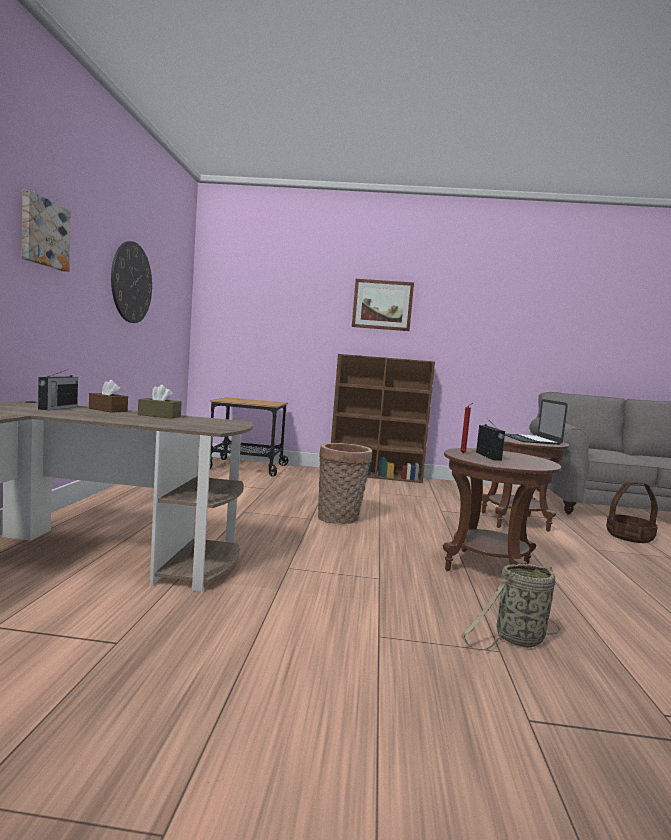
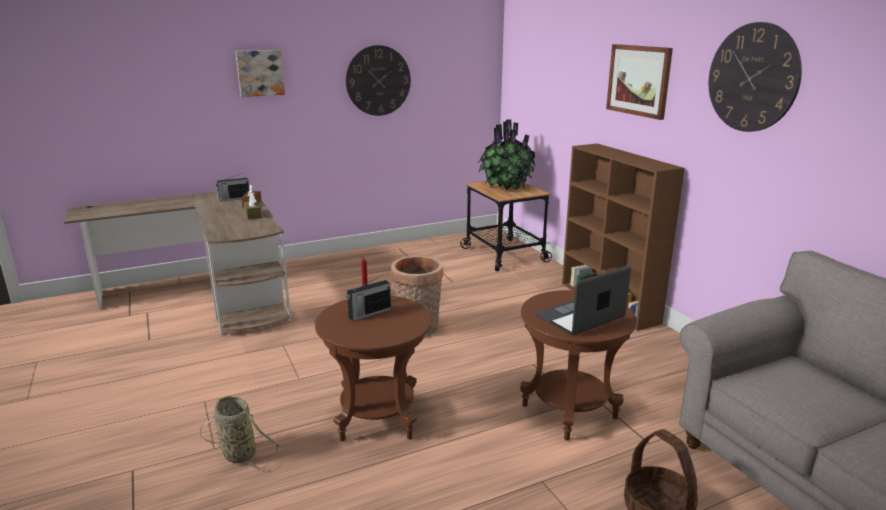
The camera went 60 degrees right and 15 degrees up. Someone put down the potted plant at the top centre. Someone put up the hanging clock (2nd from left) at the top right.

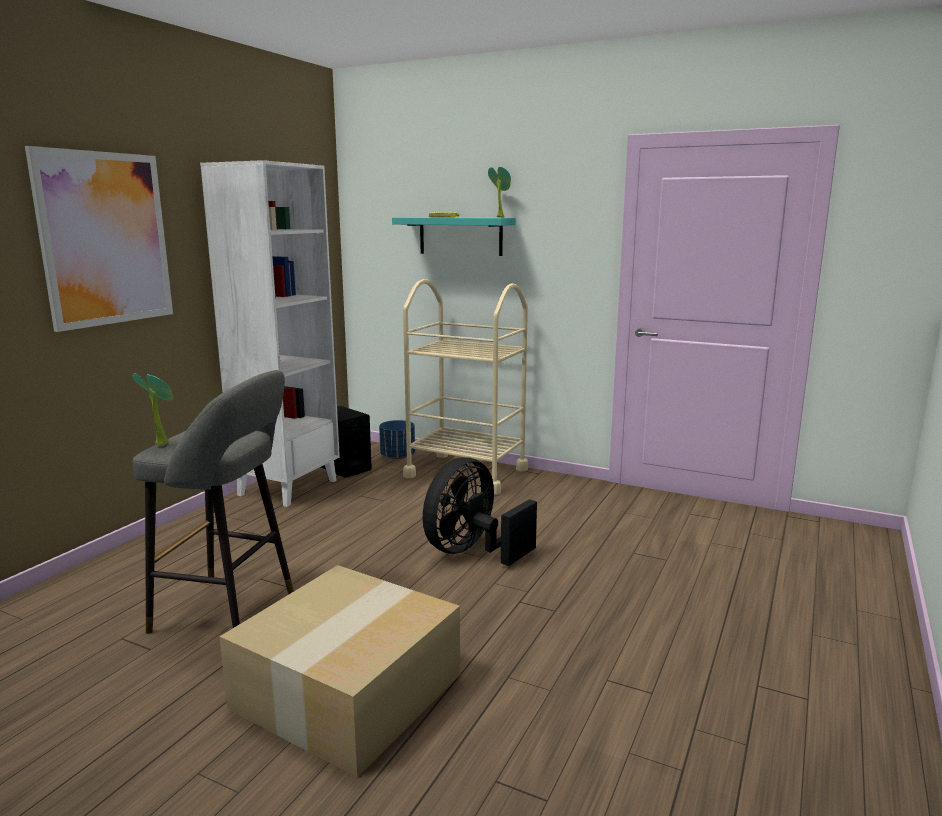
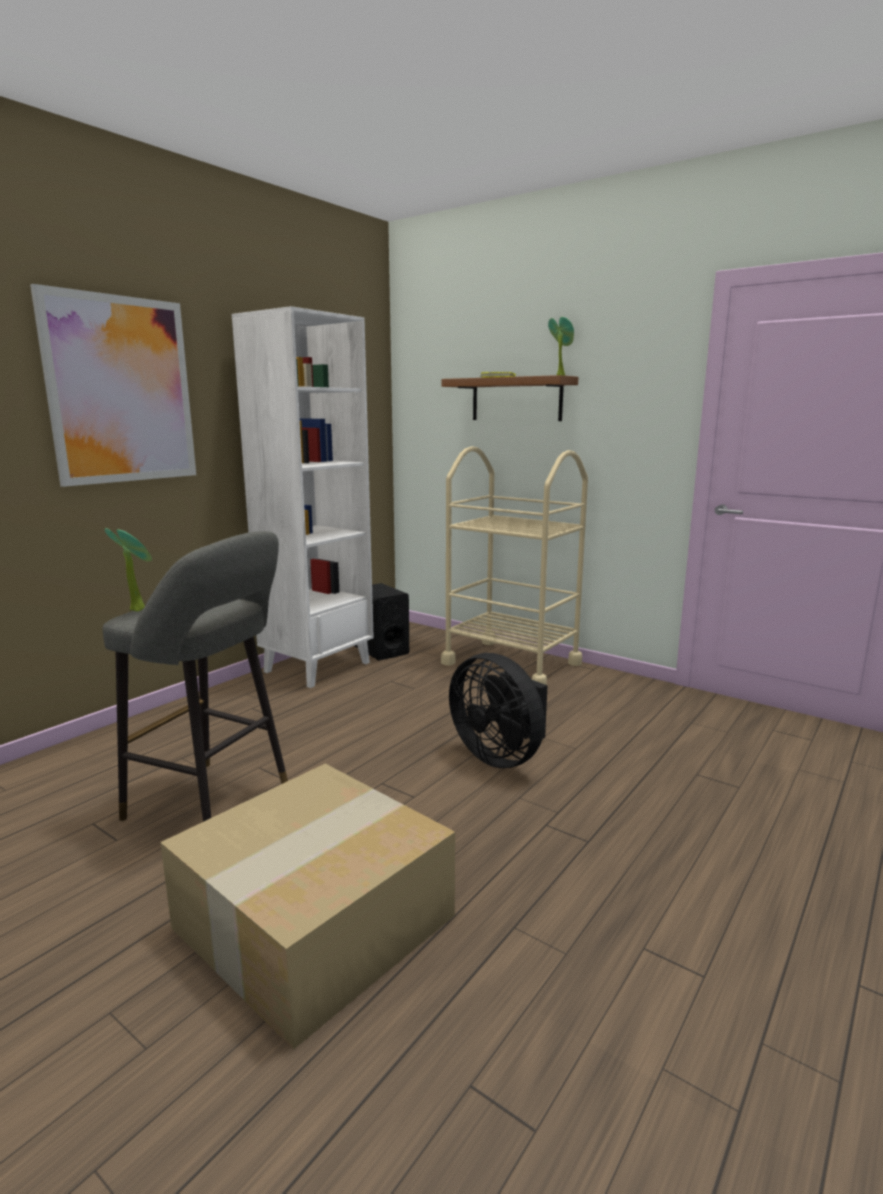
The camera went 10 degrees right and 0 degrees up. Someone took away the blue-coloured planter at the centre. Someone repainted the turquoise shelf at the top centre, which became the brown-coloured shelf at the centre. Someone rotated the black-coloured fan at the centre by 90 degrees counterclockwise.

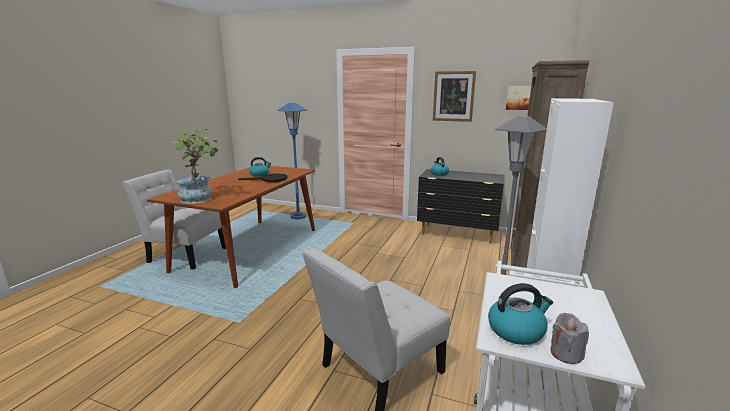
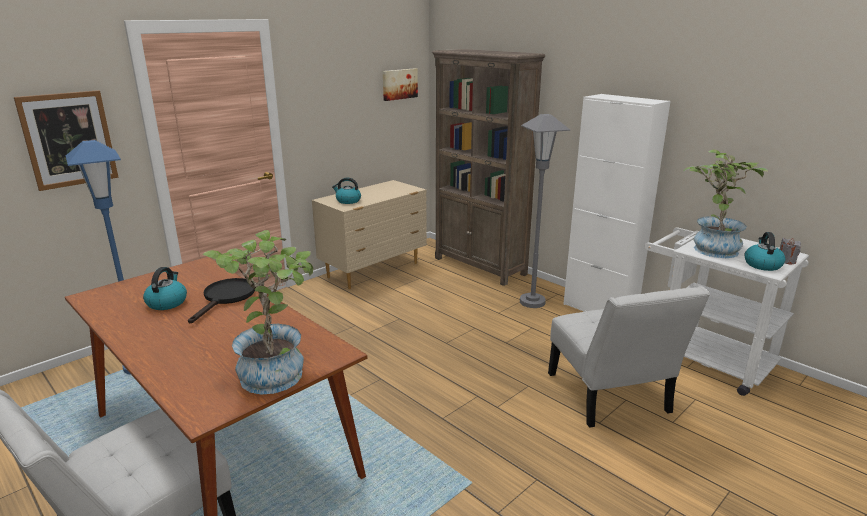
The camera went 65 degrees left and 5 degrees up. Someone put down the potted plant (2nd from left) at the middle right. Someone carried the wall picture (1st from left) from the top centre to the top left. Someone repainted the black-coloured dresser at the centre, which became the beige-coloured dresser at the centre.

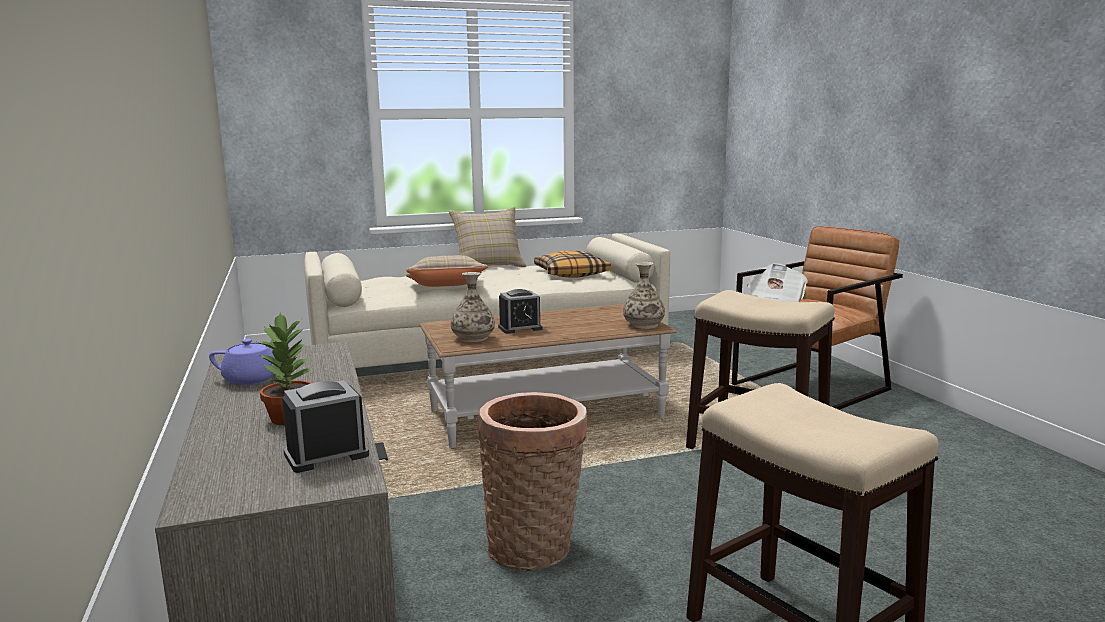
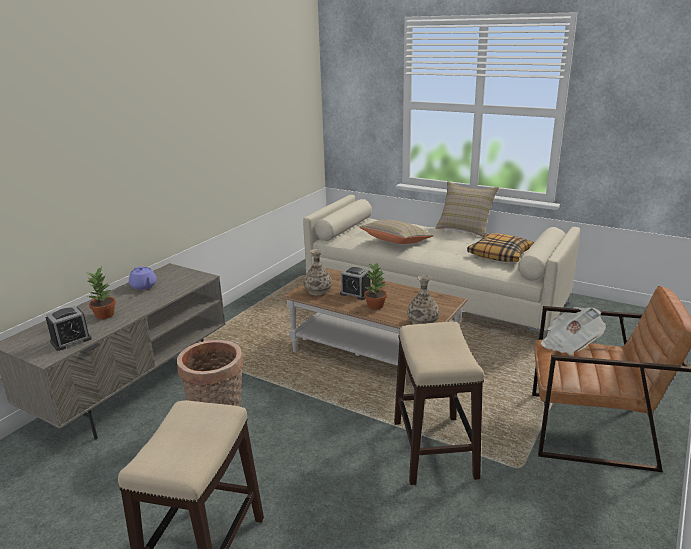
The camera went 50 degrees right and 10 degrees up. Someone put down the potted plant (2nd from left) at the centre. Someone rotated the bedside clock (1st from left) at the bottom left by 120 degrees clockwise.

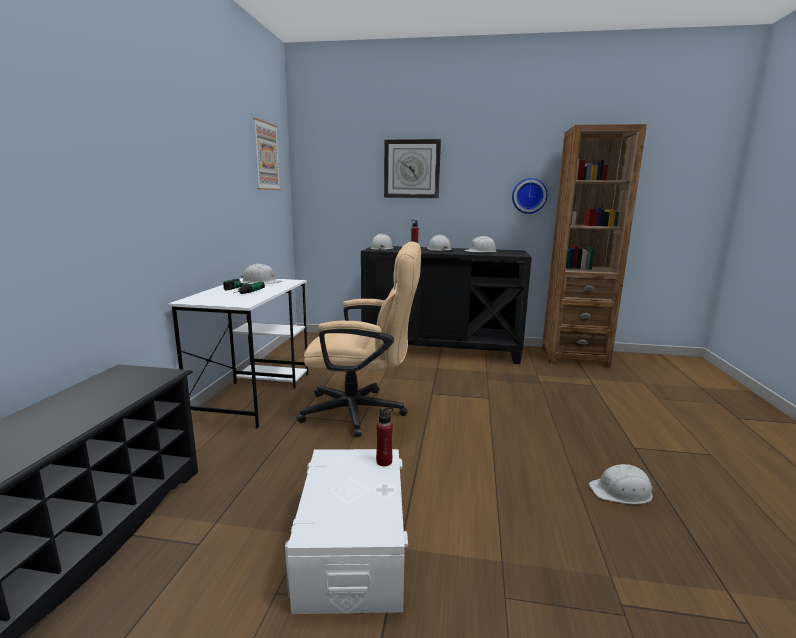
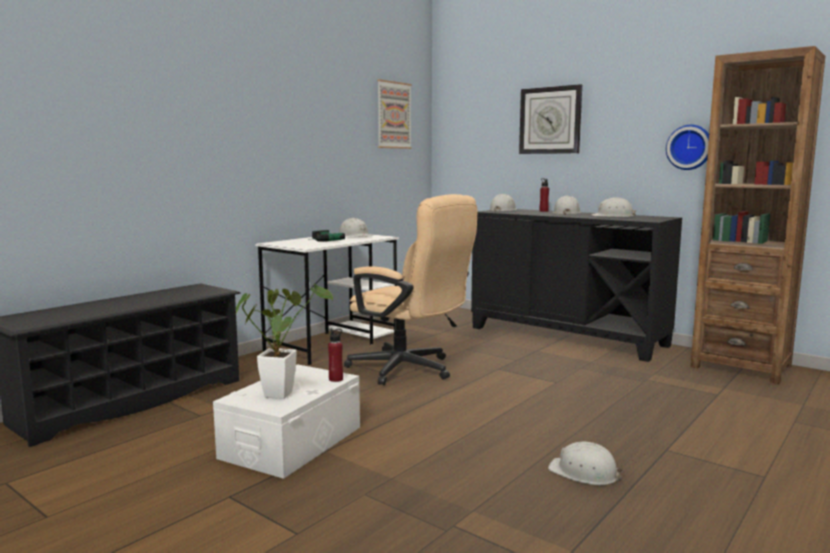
The camera went 30 degrees right and 5 degrees down. Someone put down the potted plant at the centre.

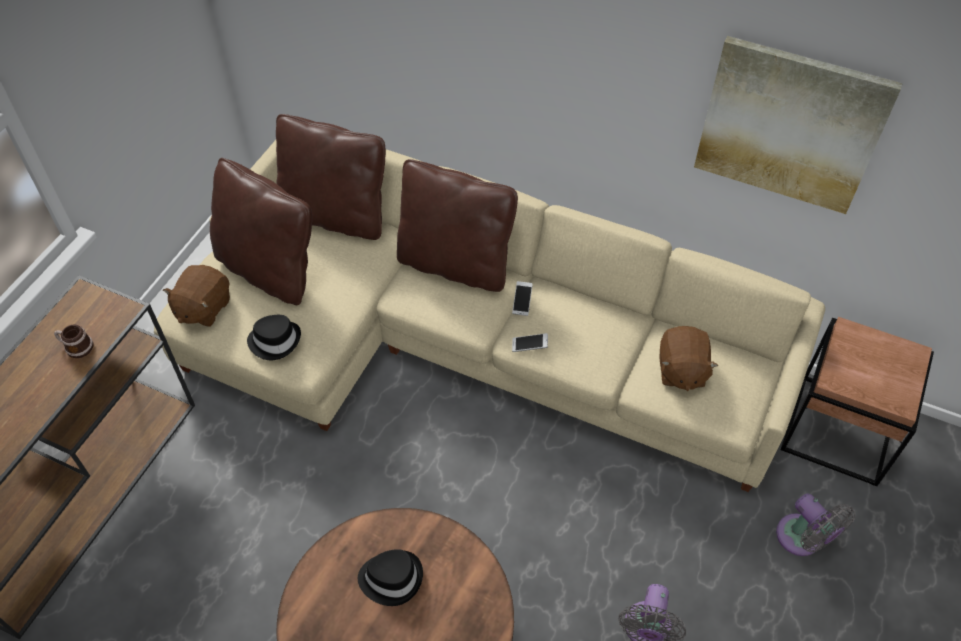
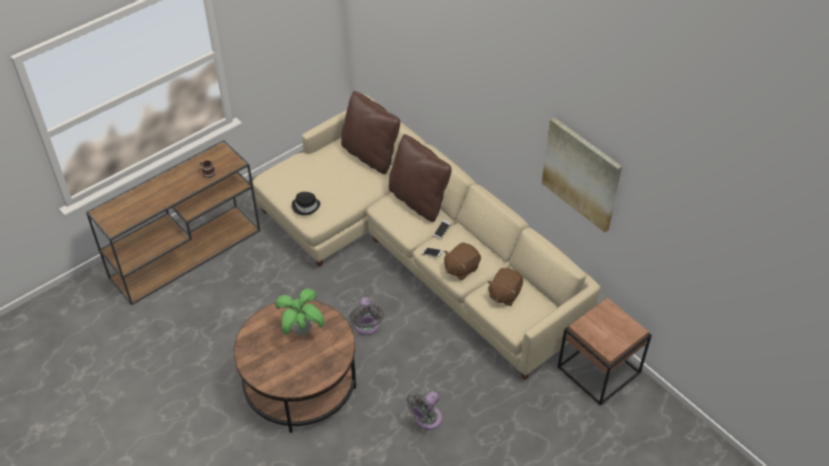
The camera went 25 degrees right and 5 degrees down. Someone took away the brown-coloured throw pillow (1st from left) at the middle left. Someone carried the brown-coloured soft toy (1st from left) from the middle left to the centre. Someone carried the grey fan (2nd from left in the first image) from the bottom right to the bottom centre. Someone swapped the black-coloured clothing hat (2nd from left) at the bottom centre for the potted plant at the bottom centre.

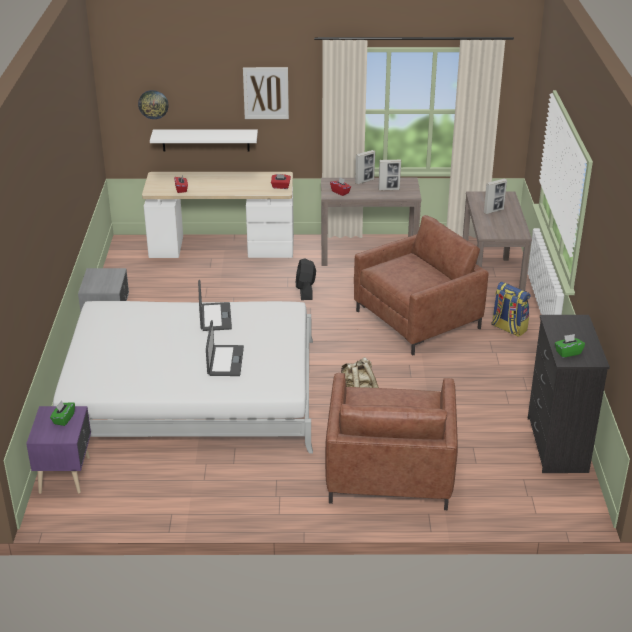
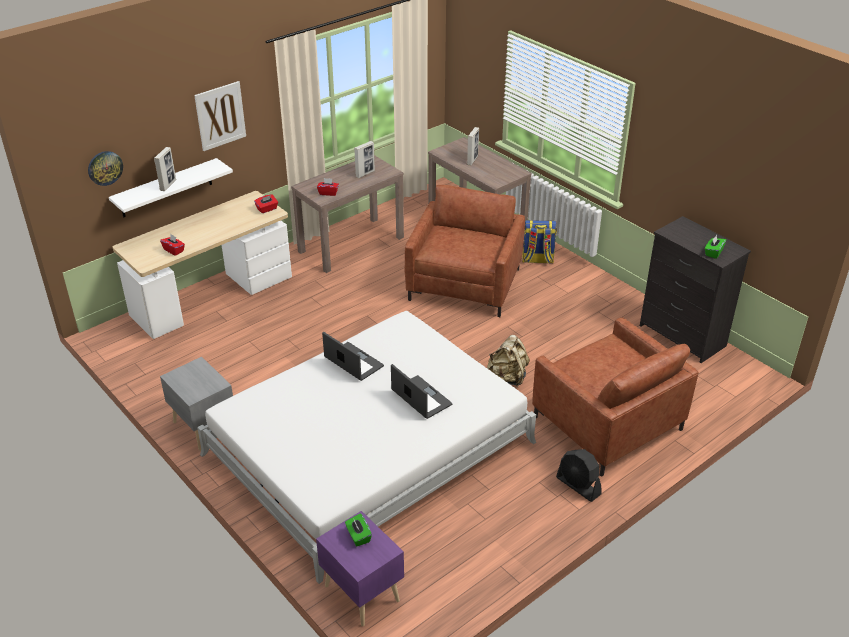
The camera went 40 degrees left and 5 degrees up. Someone carried the black-coloured fan from the centre to the bottom right. Someone carried the picture frame (1st from left) from the top centre to the top left.

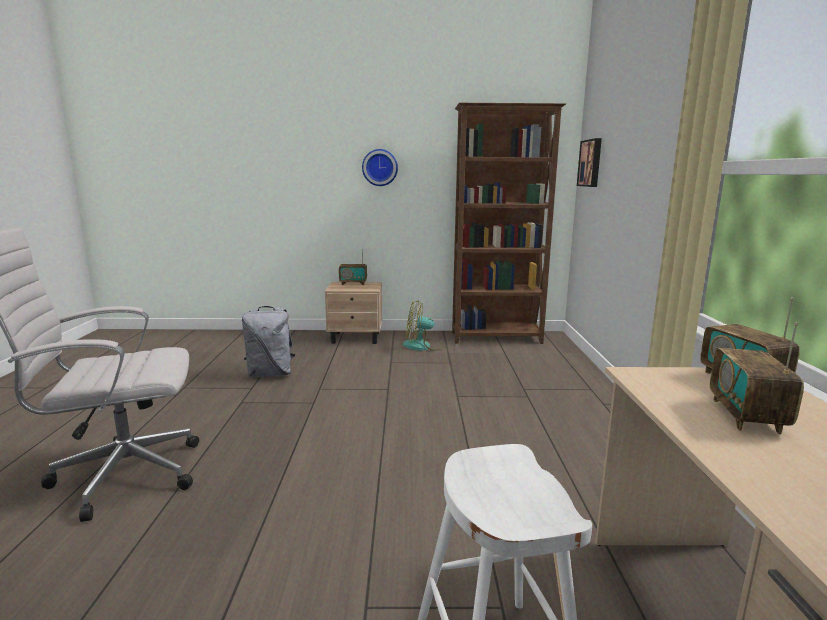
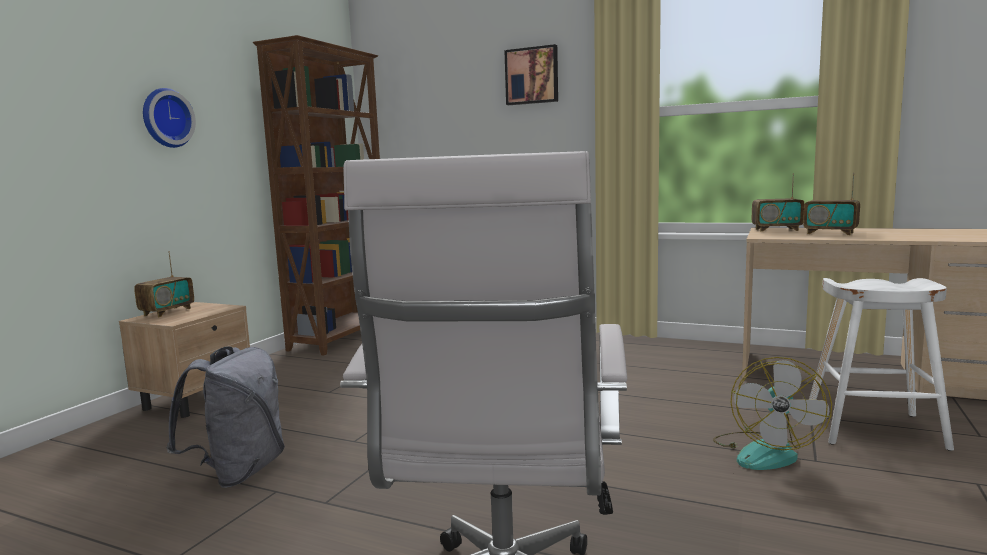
The camera went 65 degrees left and 5 degrees down. Someone carried the fan from the centre to the bottom right. Someone carried the wall picture from the top right to the top centre.

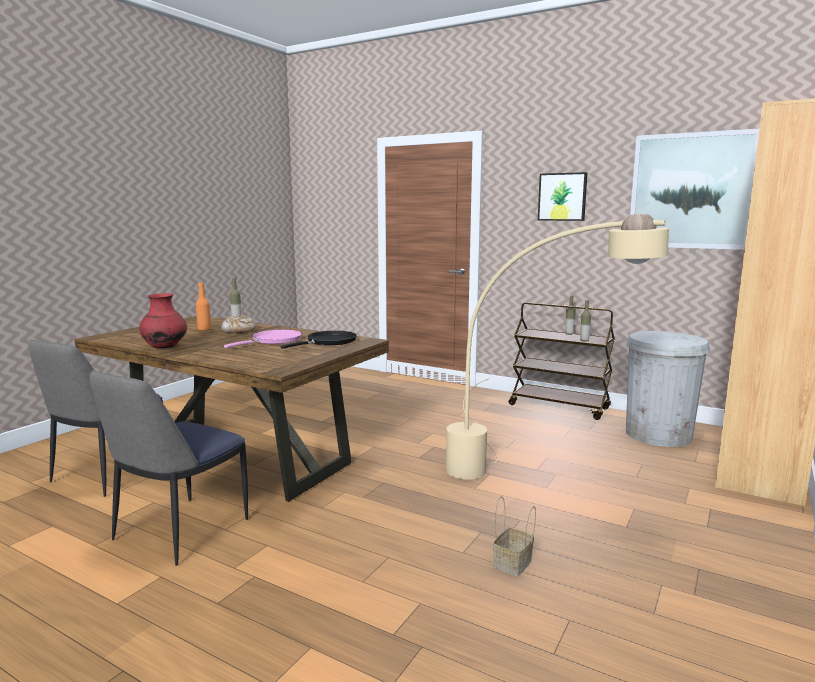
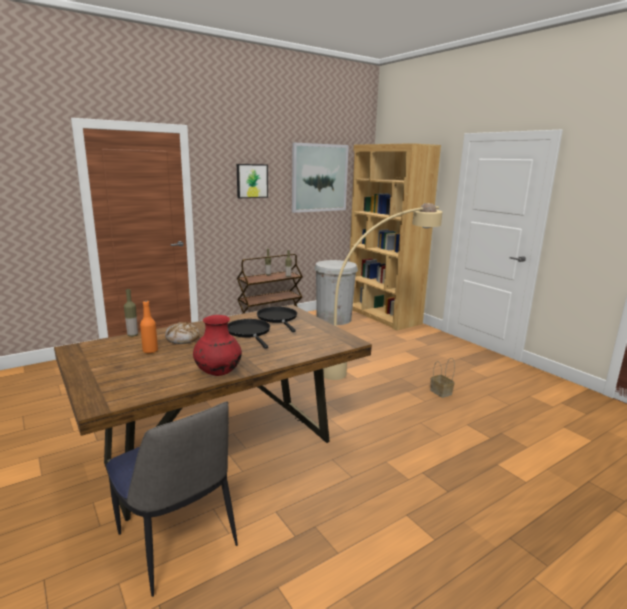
The camera went 65 degrees left and 5 degrees up. Someone took away the chair (2nd from left) at the bottom left. Someone repainted the pinkish skillet at the middle left, which became the black-coloured skillet (1st from left) at the centre.

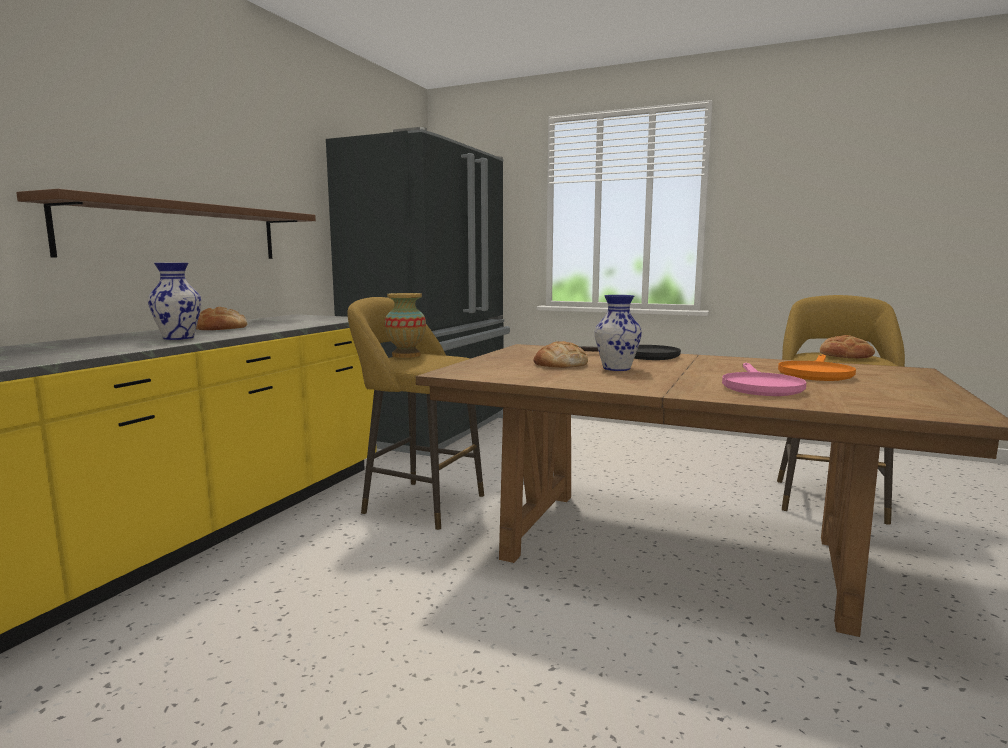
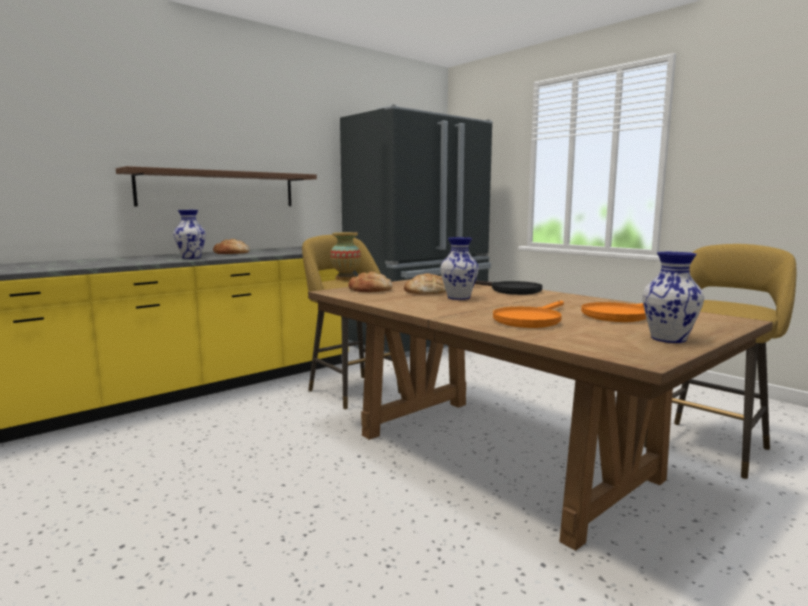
The camera went 25 degrees right and 0 degrees up. Someone put down the vase (4th from left) at the middle right. Someone carried the bread (3rd from left in the first image) from the middle right to the centre. Someone repainted the pinkish skillet at the middle right, which became the orange skillet (1st from left) at the centre.

